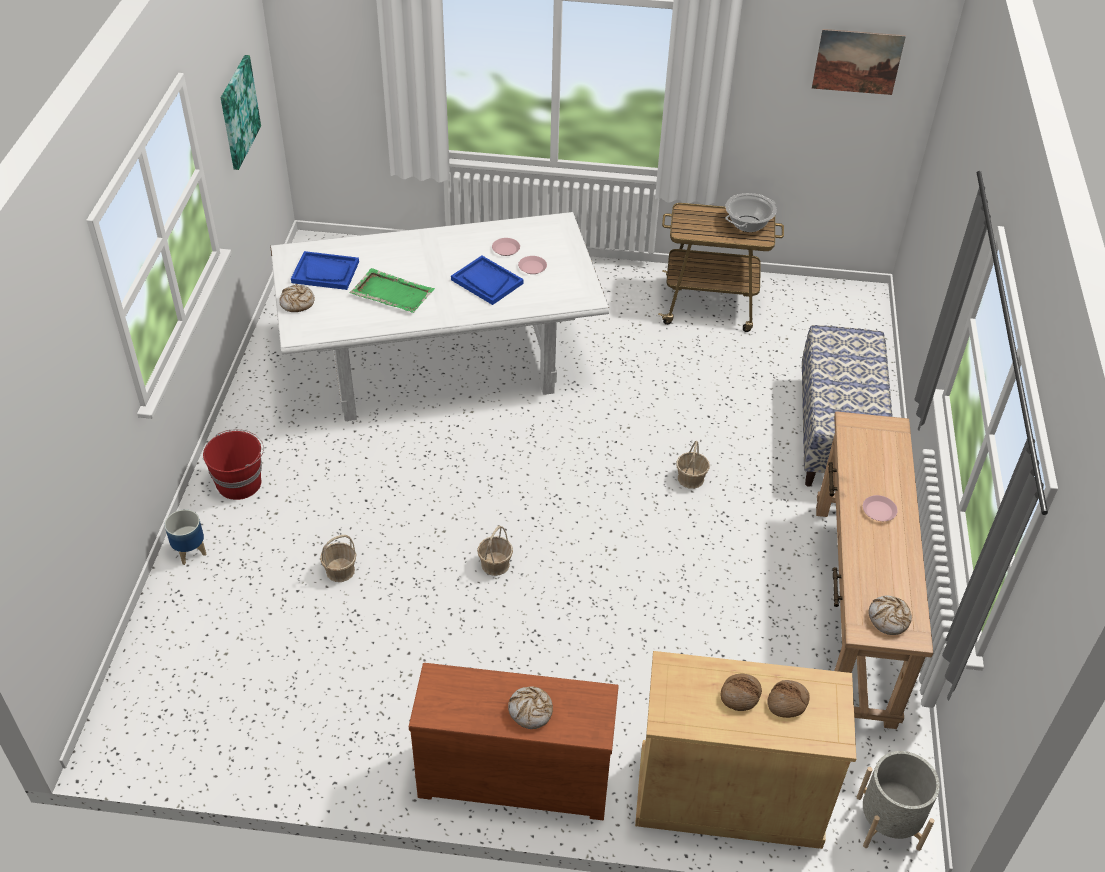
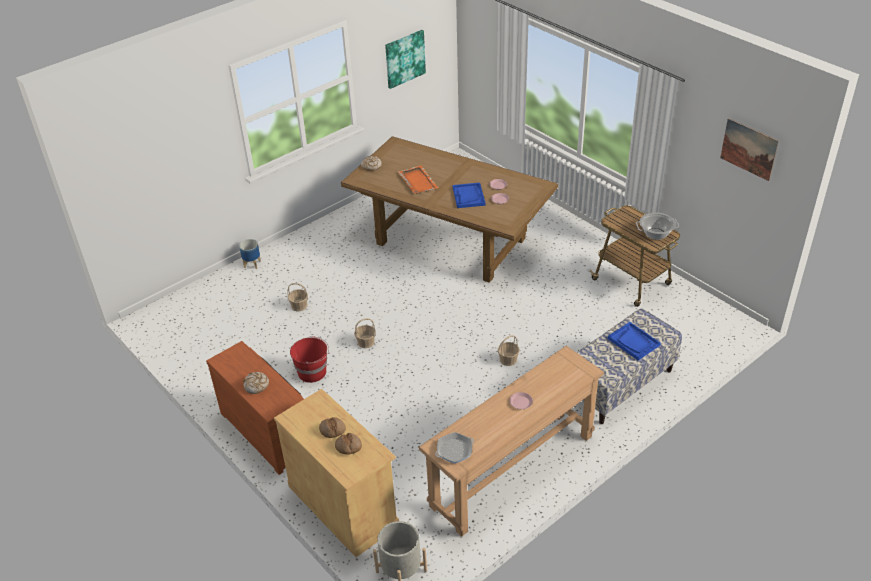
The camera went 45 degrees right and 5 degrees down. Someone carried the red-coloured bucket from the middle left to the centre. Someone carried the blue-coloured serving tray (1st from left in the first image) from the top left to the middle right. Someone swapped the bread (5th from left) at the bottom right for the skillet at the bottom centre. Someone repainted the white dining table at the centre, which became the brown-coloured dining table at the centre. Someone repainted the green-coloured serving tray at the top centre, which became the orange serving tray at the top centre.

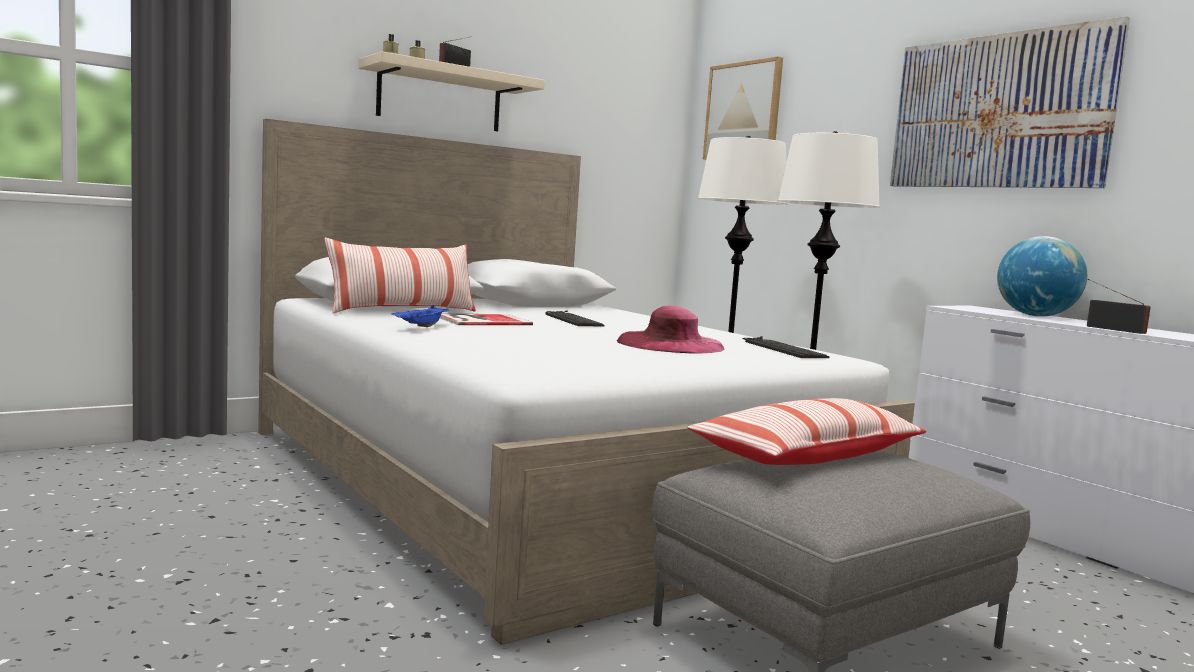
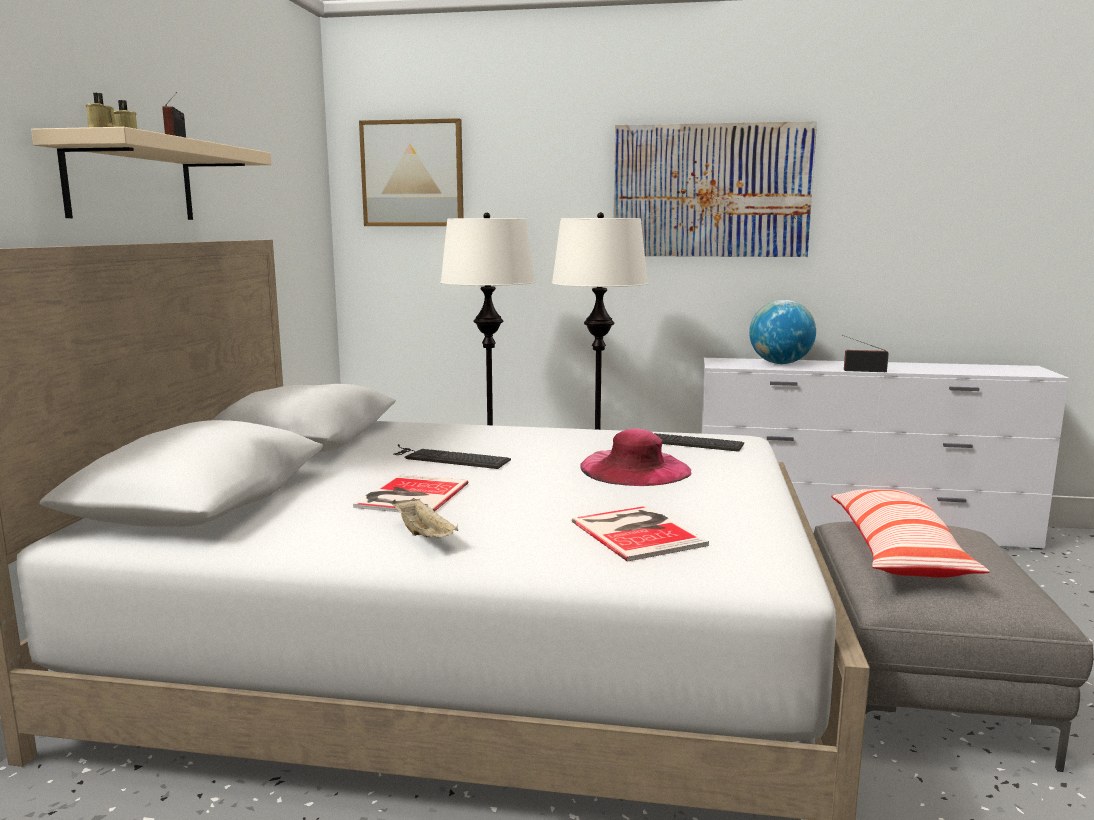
The camera went 45 degrees left and 5 degrees up. Someone took away the throw pillow (1st from left) at the centre. Someone put down the bound book (2nd from left) at the centre. Someone repainted the blue-coloured serving tray at the centre, which became the beige-coloured serving tray at the centre.

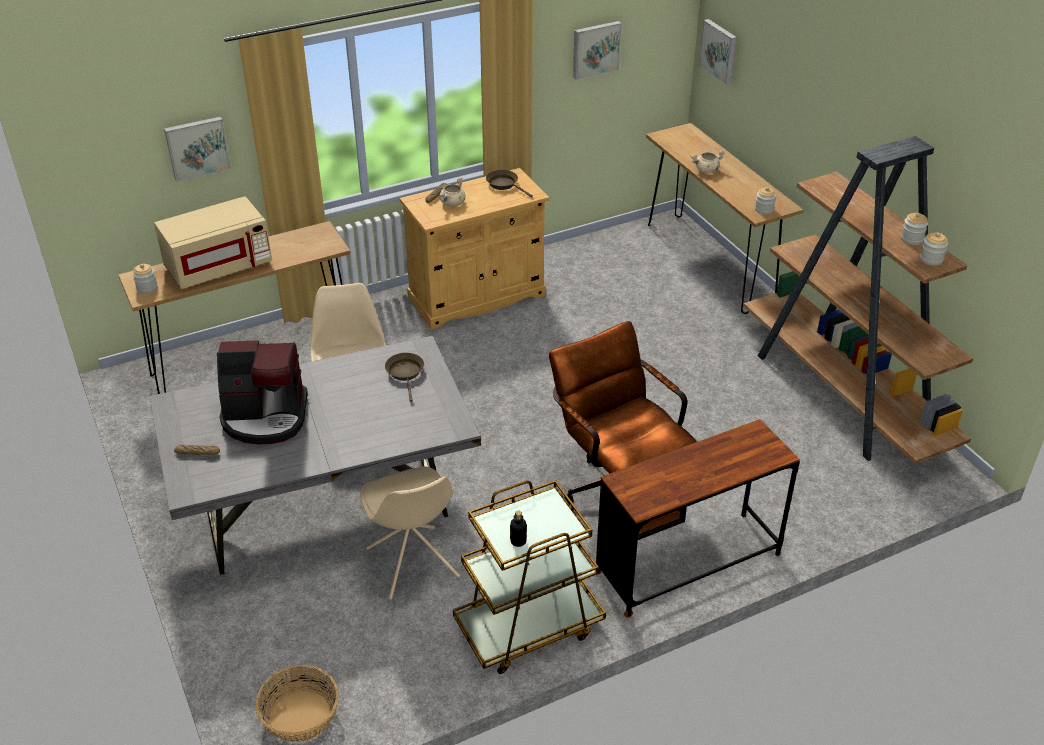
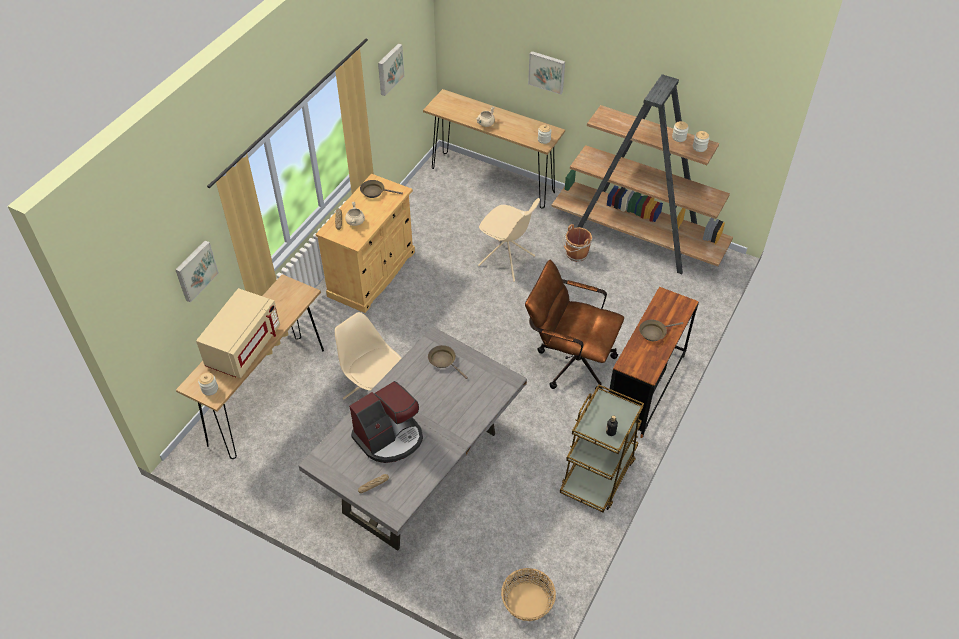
The camera went 35 degrees left and 10 degrees up. Someone put down the brown-coloured bucket at the centre. Someone put down the brown-coloured skillet (3rd from left) at the middle right. Someone carried the beige-coloured chair (2nd from left) from the bottom centre to the centre. Someone carried the wall picture (3rd from left) from the top right to the top centre.

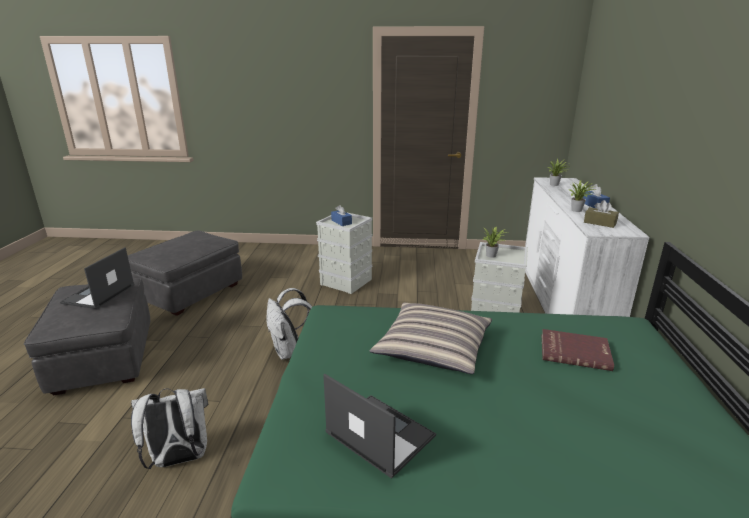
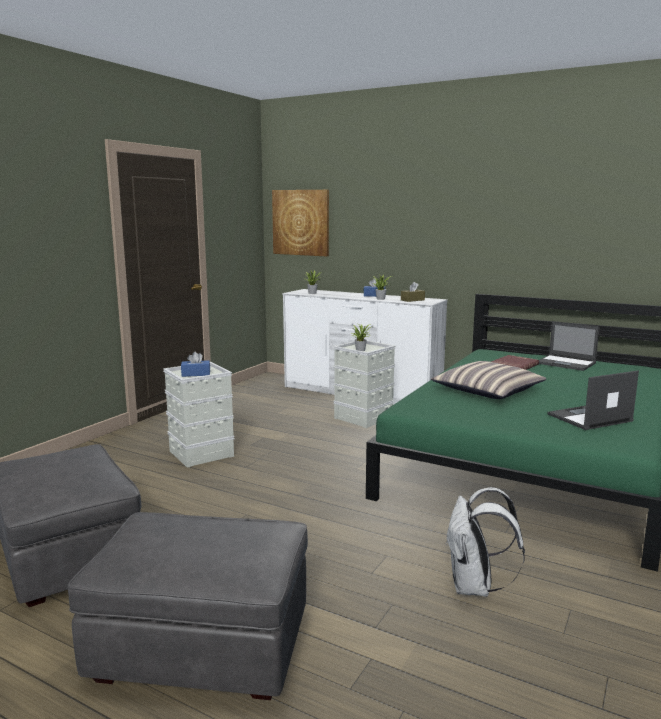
The camera went 65 degrees left and 10 degrees down. Someone took away the white knapsack (2nd from left) at the centre. Someone put up the wall picture at the top centre. Someone carried the notebook computer (1st from left) from the middle left to the middle right.

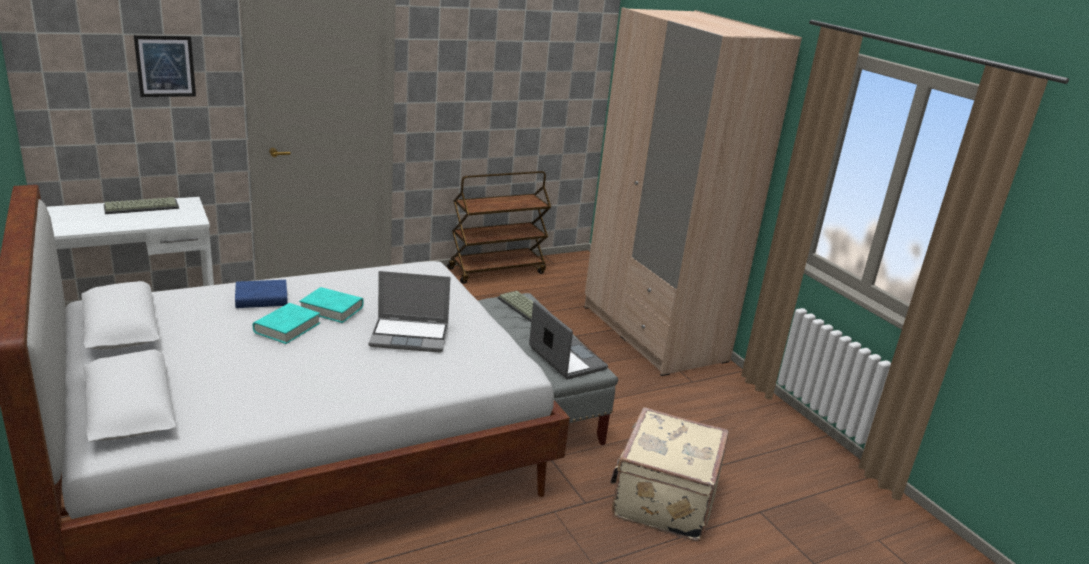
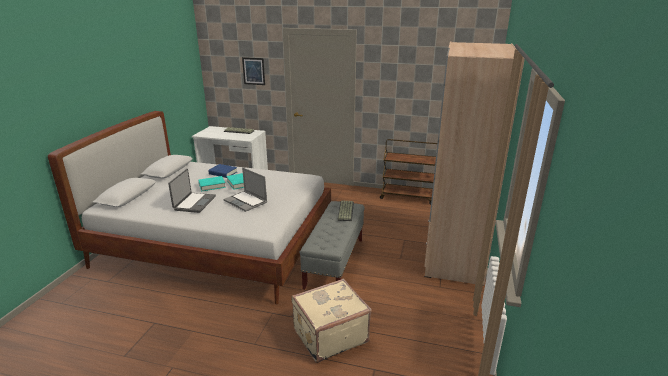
The camera went 45 degrees right and 0 degrees up. Someone carried the notebook computer (2nd from left in the first image) from the centre to the middle left.

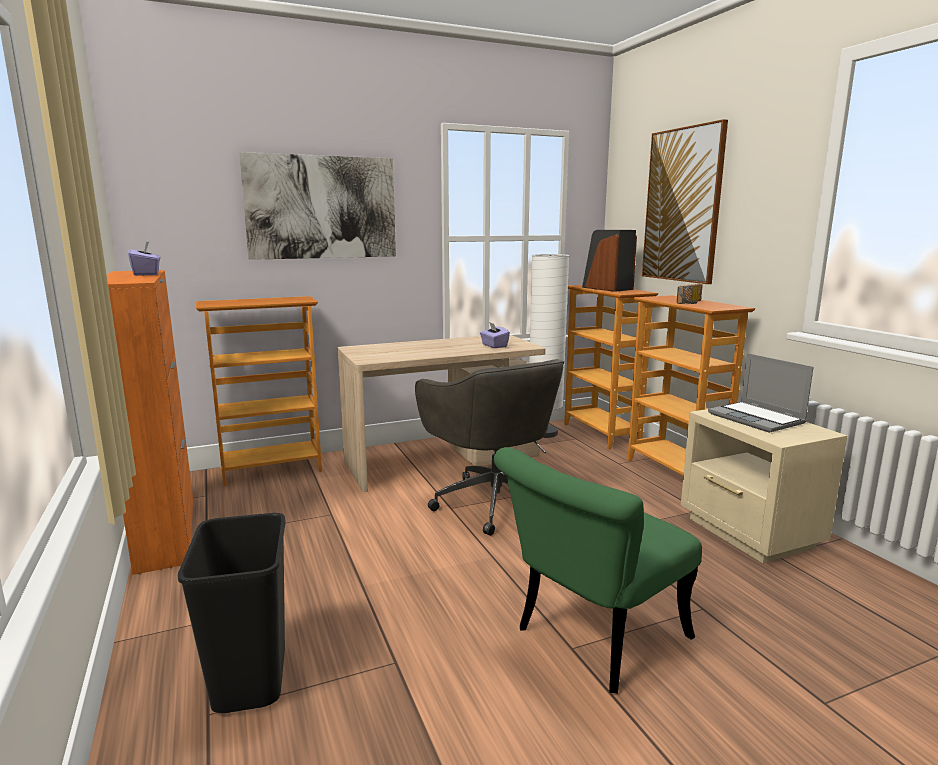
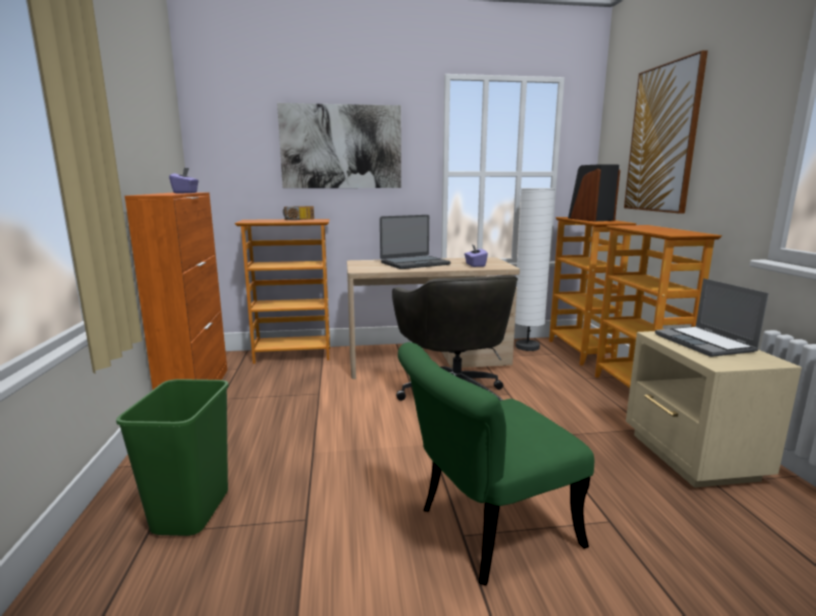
The camera went 15 degrees right and 0 degrees up. Someone put down the notebook computer (1st from left) at the centre. Someone carried the radio set from the middle right to the centre. Someone repainted the black-coloured waste bin at the bottom left, which became the green-coloured waste bin at the bottom left.

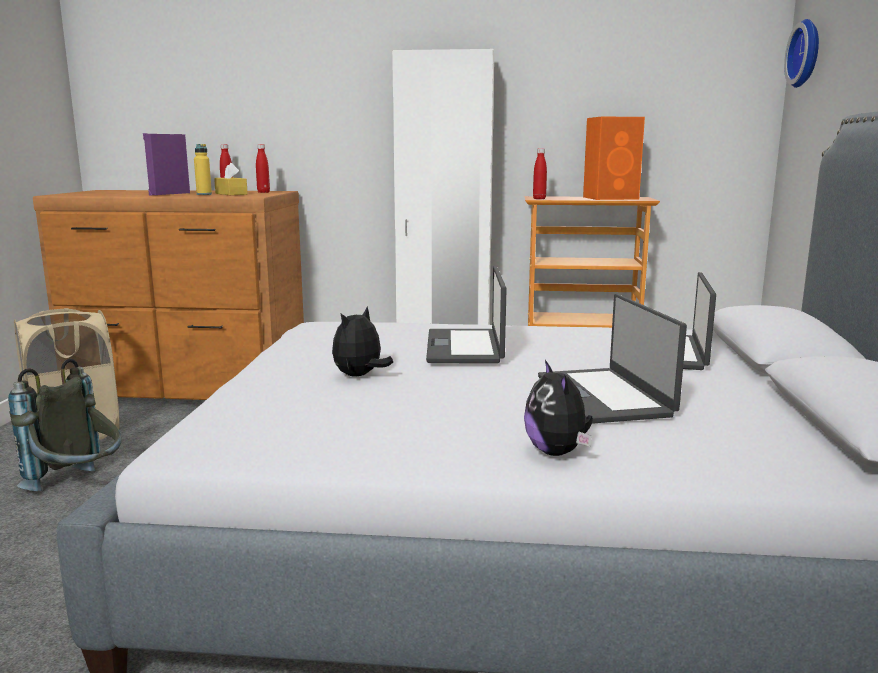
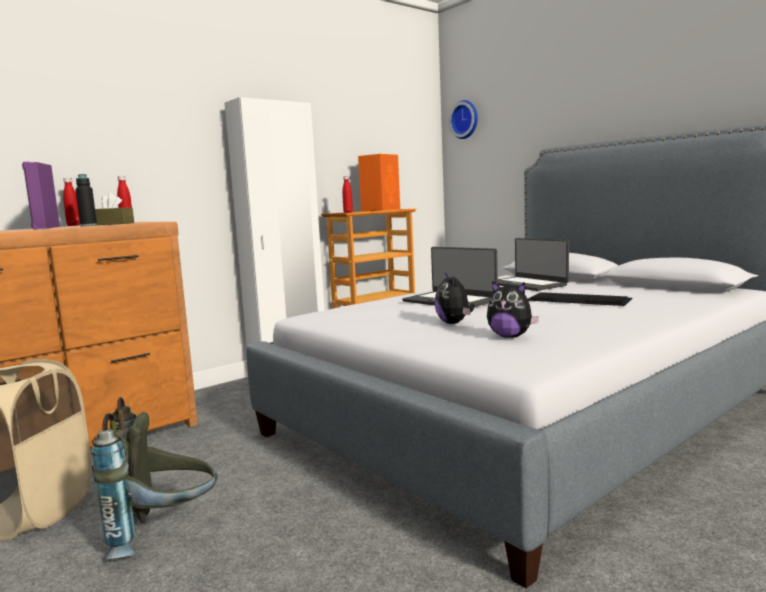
The camera went 45 degrees left and 5 degrees down. Someone carried the soft toy (2nd from left) from the centre to the middle right. Someone swapped the notebook computer (2nd from left) at the middle right for the computer keyboard at the middle right. Someone repainted the yellowish bottle at the top left, which became the black-coloured bottle at the middle left. Someone repainted the yellowish tissue box at the top left, which became the brown-coloured tissue box at the middle left.

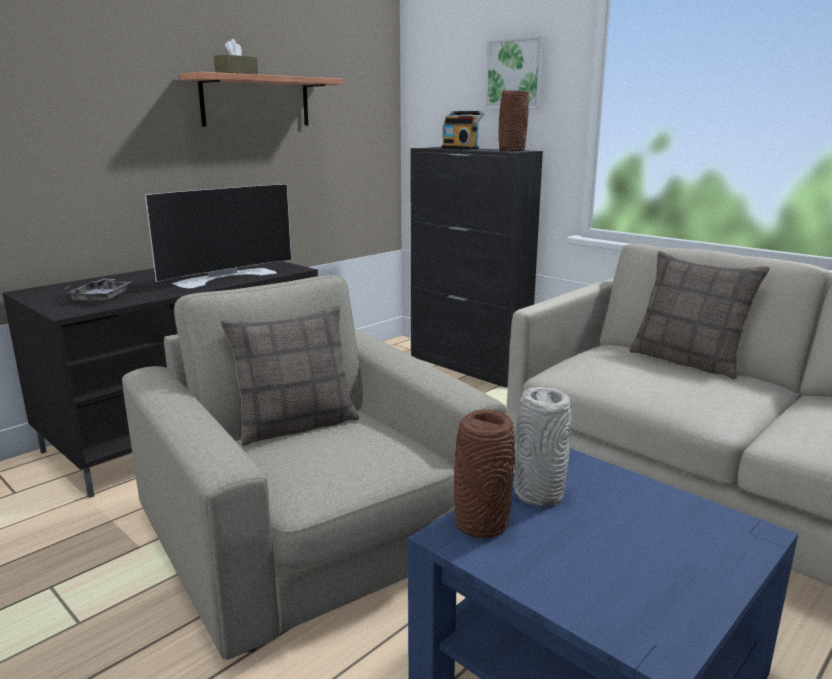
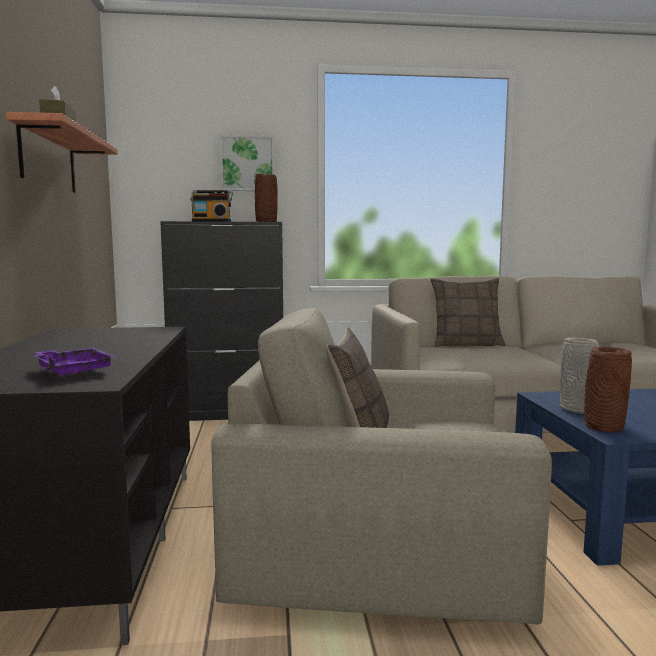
The camera went 50 degrees left and 10 degrees down. Someone took away the TV at the middle left. Someone repainted the grey serving tray at the middle left, which became the purplish serving tray at the middle left.

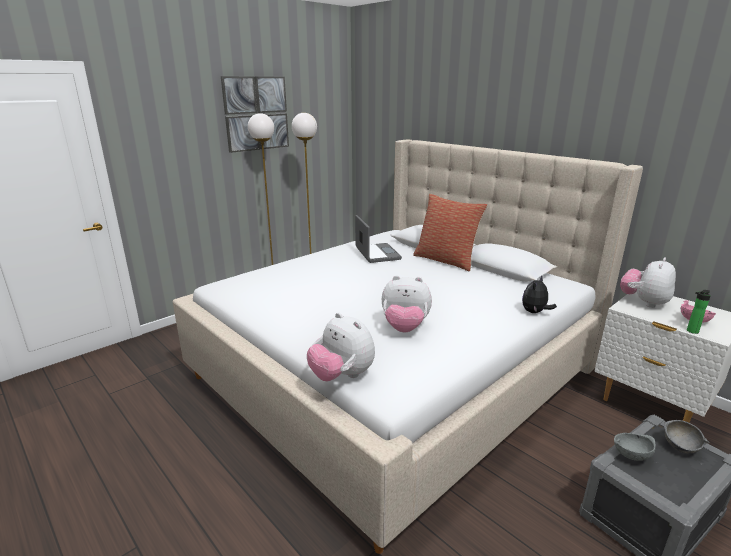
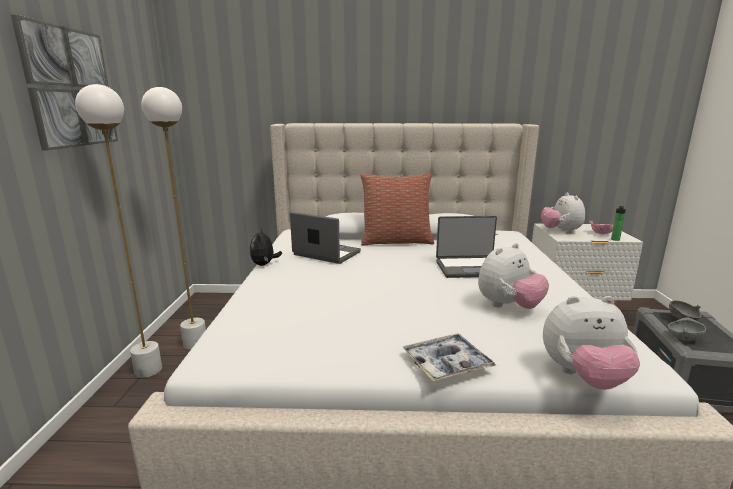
The camera went 45 degrees left and 5 degrees down. Someone put down the serving tray at the bottom centre. Someone put down the notebook computer (2nd from left) at the centre. Someone carried the soft toy (3rd from left in the first image) from the middle right to the centre.

